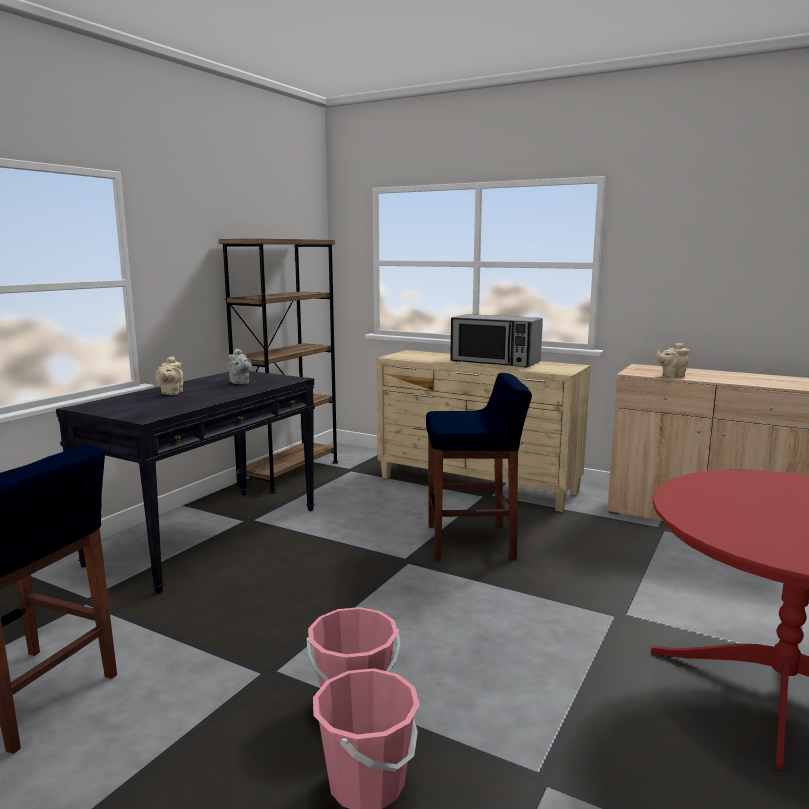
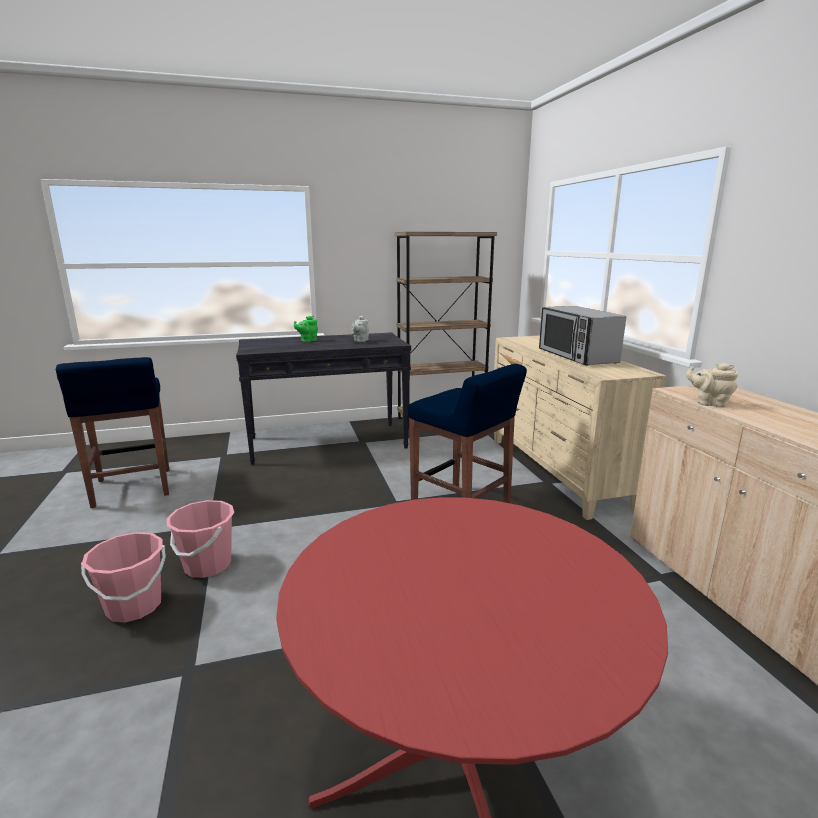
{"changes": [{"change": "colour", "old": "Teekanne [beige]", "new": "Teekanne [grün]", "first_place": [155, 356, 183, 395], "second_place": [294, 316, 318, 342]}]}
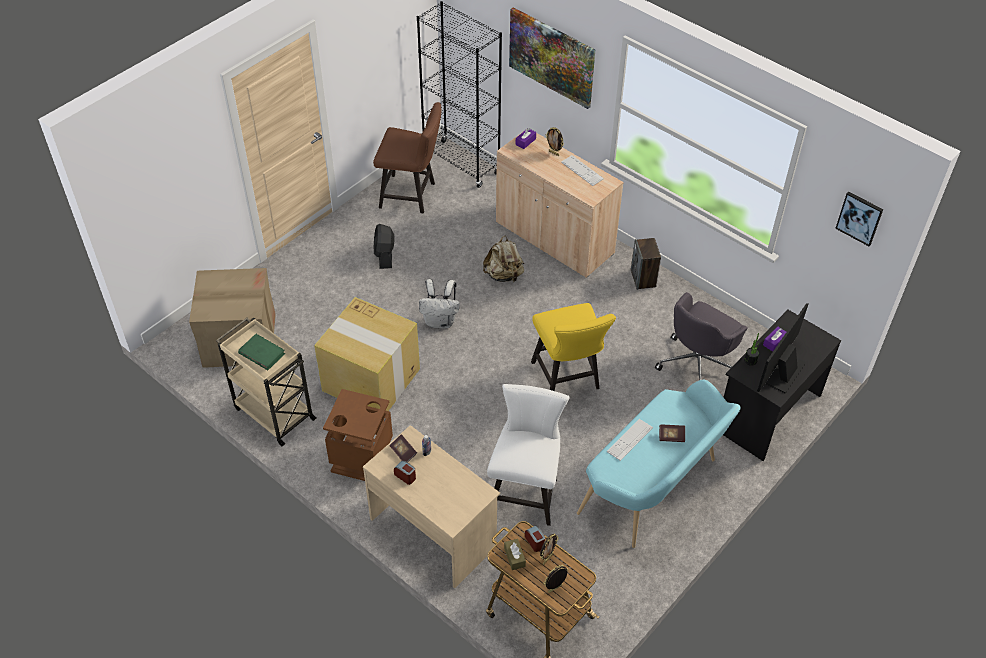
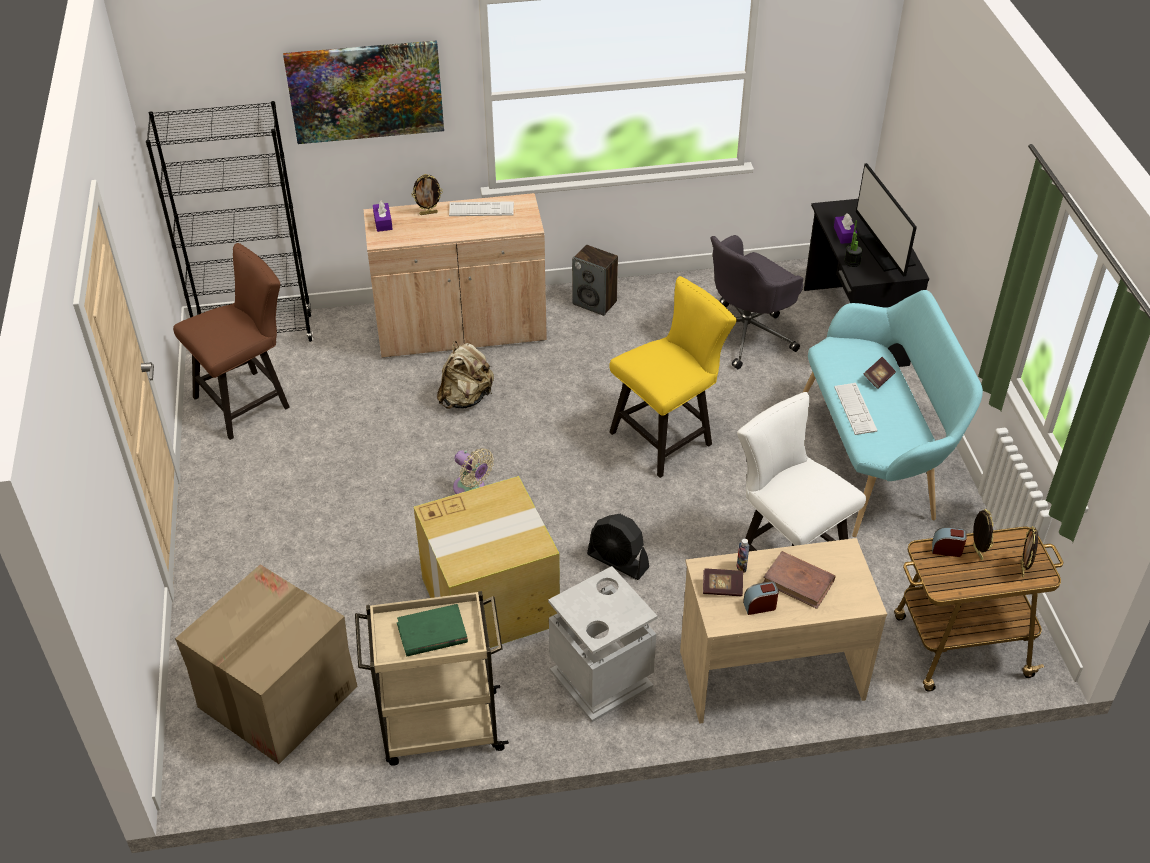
{"changes": [{"change": "colour", "old": "Mülleimer [braun]", "new": "Mülleimer [grau]", "first_place": [323, 389, 393, 481], "second_place": [548, 566, 657, 722]}, {"change": "relocated", "old": "Ventilator [schwarz]", "first_place": [374, 224, 395, 269], "second_place": [587, 514, 649, 580]}, {"change": "exchanged", "old": "Rucksack [weiß]", "new": "Ventilator [beige]", "first_place": [419, 279, 460, 328], "second_place": [453, 448, 494, 494]}, {"change": "missing", "old": "Taschentuchbox [braun]", "first_place": [504, 539, 526, 570]}, {"change": "spun", "old": "Stuhl [gelb]", "first_place": [531, 303, 616, 391], "second_place": [609, 276, 737, 478], "degrees": -60}, {"change": "spun", "old": "Bürostuhl [grau]", "first_place": [655, 292, 748, 380], "second_place": [711, 235, 803, 369], "degrees": 60}, {"change": "missing", "old": "Bild", "first_place": [835, 191, 883, 246]}, {"change": "appeared", "new": "Buch [braun]", "second_place": [763, 551, 836, 609]}]}
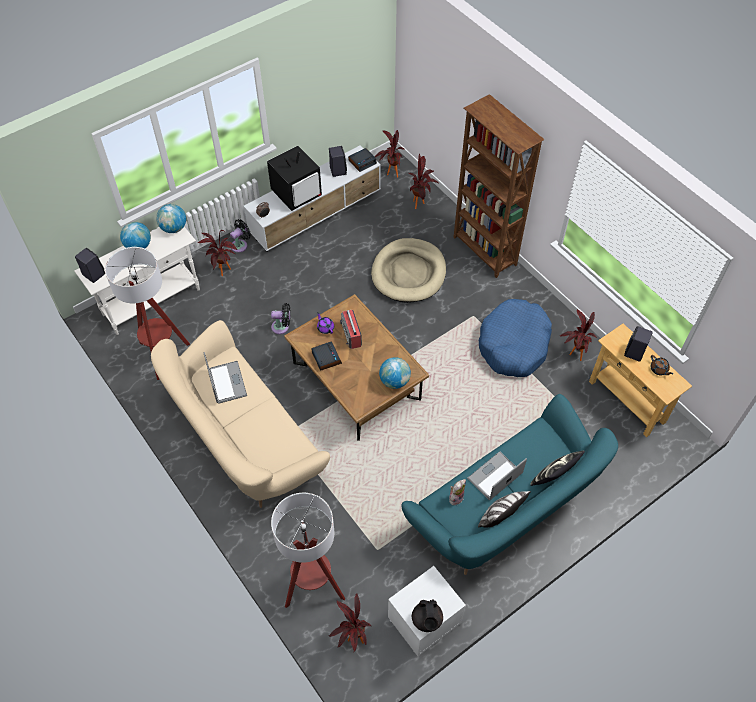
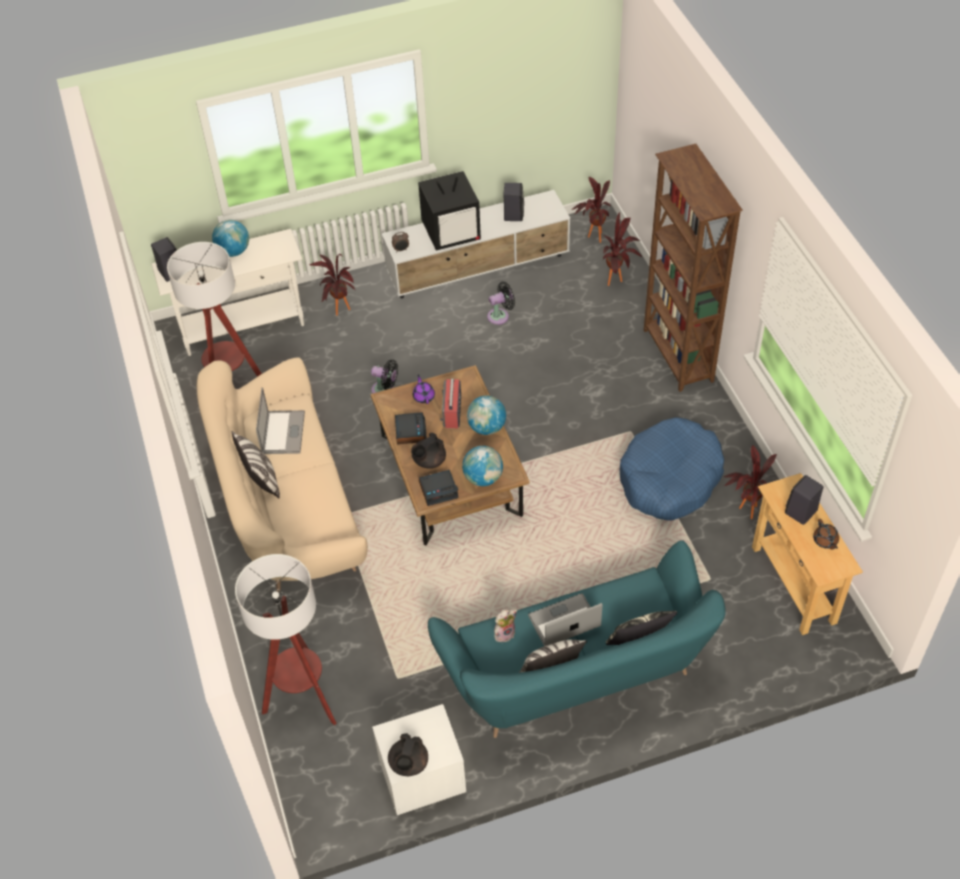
{"changes": [{"change": "relocated", "old": "Globus", "first_place": [156, 204, 186, 233], "second_place": [467, 396, 506, 435]}, {"change": "relocated", "old": "Ventilator [schwarz]", "first_place": [230, 219, 251, 253], "second_place": [487, 282, 515, 325]}, {"change": "missing", "old": "Topfpflanze", "first_place": [329, 593, 371, 652]}, {"change": "relocated", "old": "Wecker", "first_place": [348, 148, 377, 172], "second_place": [419, 470, 459, 506]}, {"change": "missing", "old": "Hundebett [beige]", "first_place": [371, 238, 446, 303]}, {"change": "appeared", "new": "Kissen", "second_place": [232, 431, 280, 498]}, {"change": "appeared", "new": "Teekanne [schwarz]", "second_place": [411, 433, 446, 469]}]}
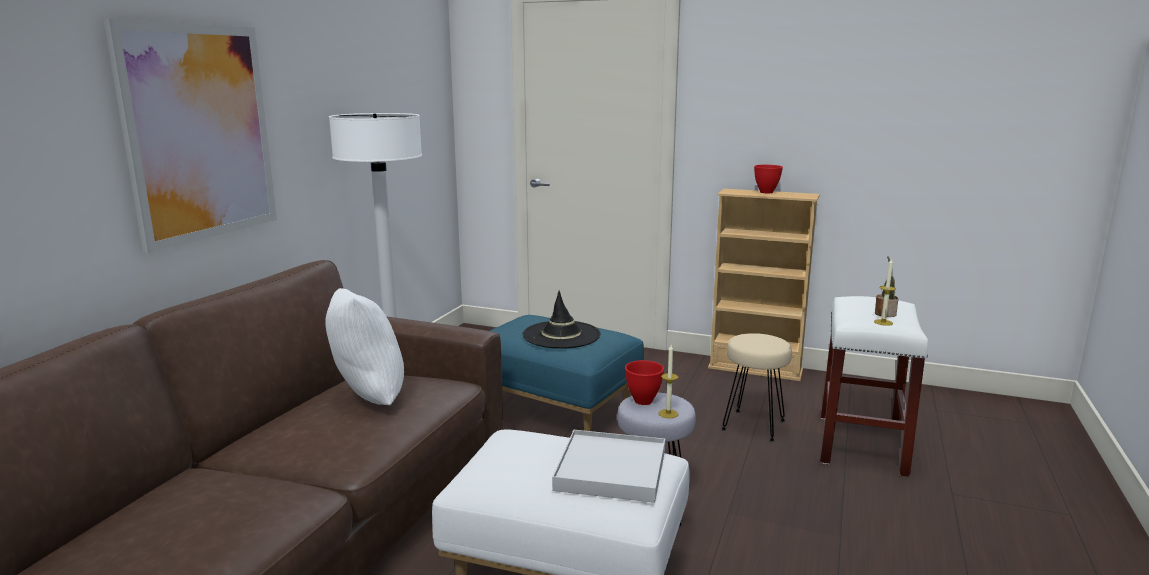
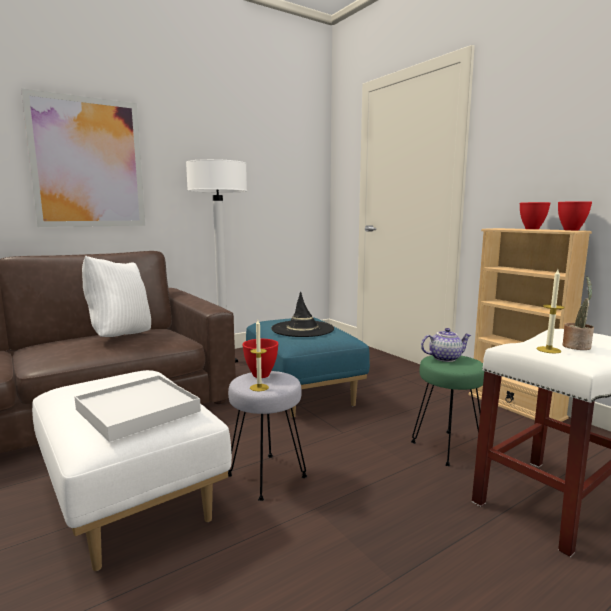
{"changes": [{"change": "colour", "old": "Hocker [beige]", "new": "Hocker [grün]", "first_place": [721, 333, 792, 442], "second_place": [411, 355, 484, 466]}, {"change": "appeared", "new": "Teekanne", "second_place": [421, 328, 471, 362]}, {"change": "appeared", "new": "Schüssel [rot]", "second_place": [558, 201, 592, 230]}]}
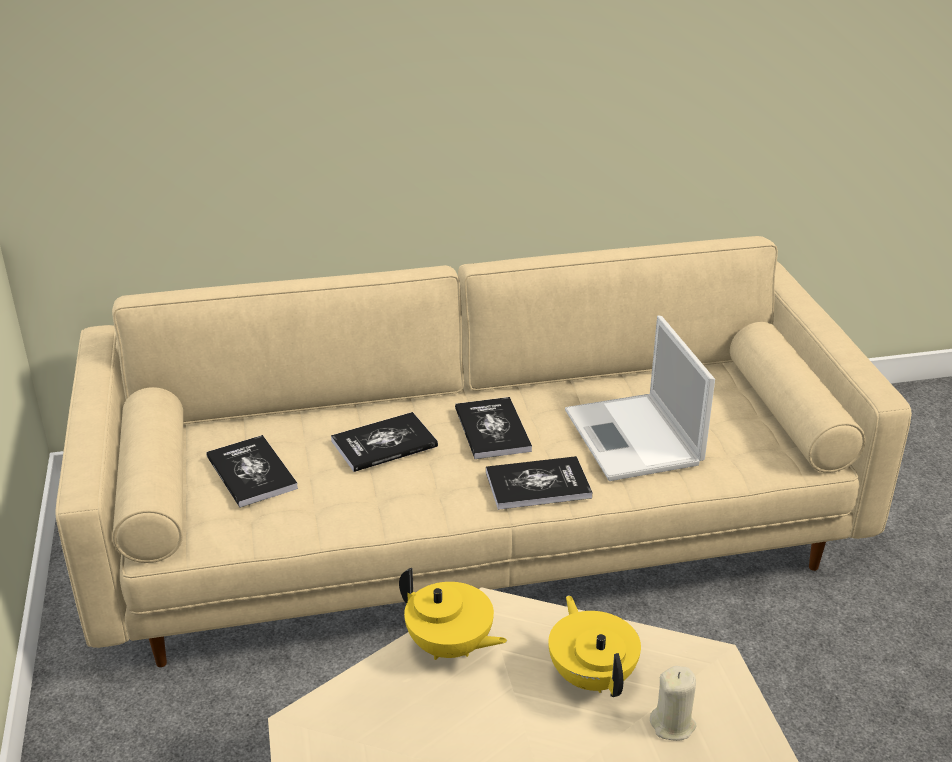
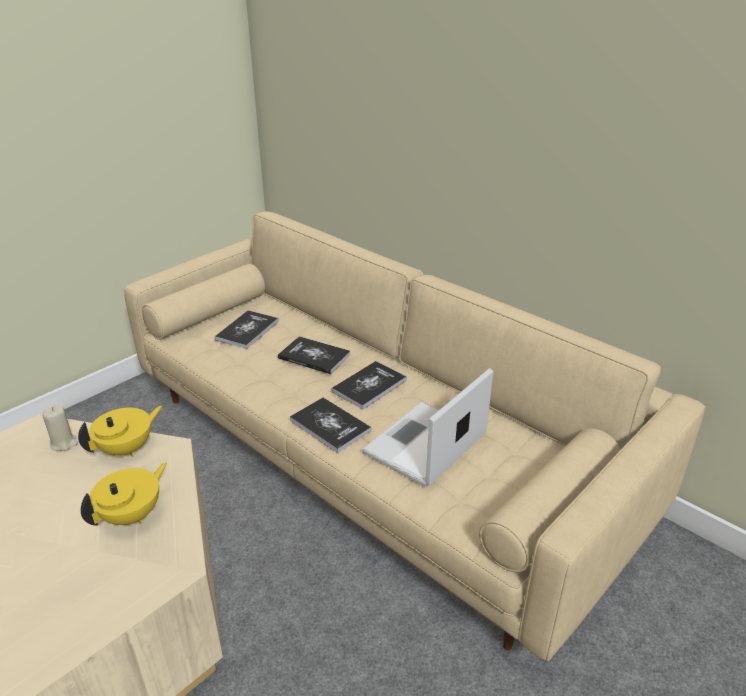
{"changes": [{"change": "spun", "old": "Teekanne [gelb]", "first_place": [399, 568, 507, 660], "second_place": [78, 406, 162, 457], "degrees": -135}, {"change": "relocated", "old": "Kerze [beige]", "first_place": [650, 666, 697, 741], "second_place": [42, 405, 78, 451]}]}
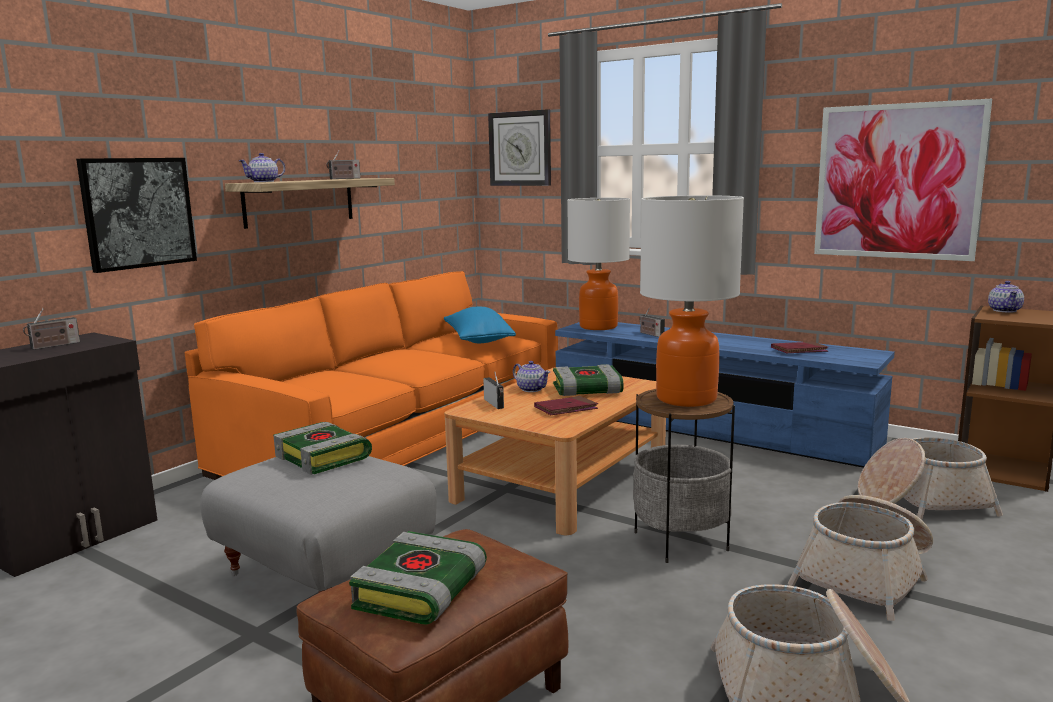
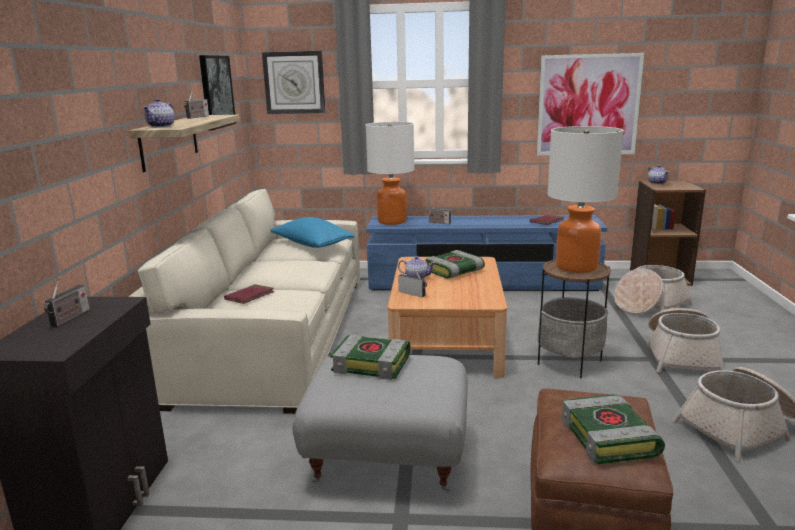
{"changes": [{"change": "relocated", "old": "Bild", "first_place": [76, 158, 197, 273], "second_place": [199, 55, 236, 130]}, {"change": "colour", "old": "Sofa [orange]", "new": "Sofa [beige]", "first_place": [185, 271, 558, 480], "second_place": [128, 189, 360, 414]}, {"change": "relocated", "old": "Buch [rot]", "first_place": [534, 396, 598, 415], "second_place": [224, 284, 274, 304]}]}
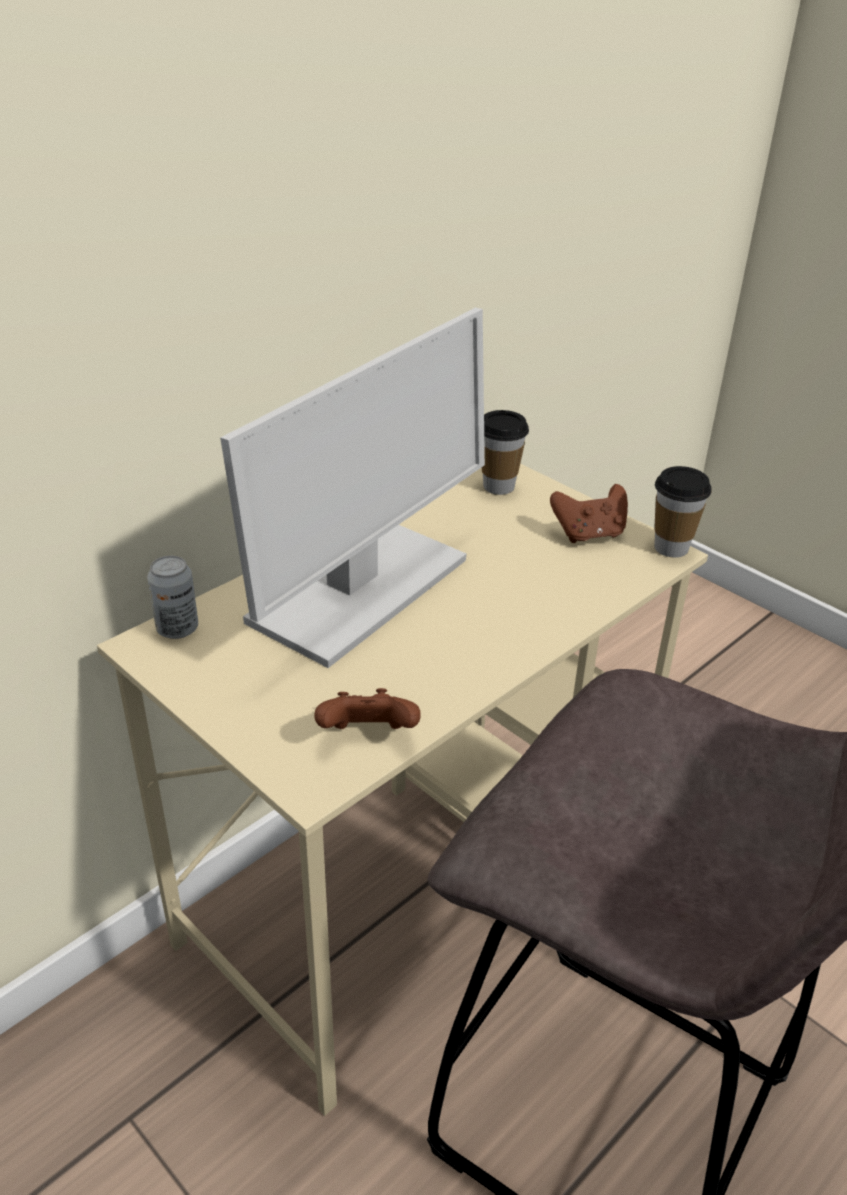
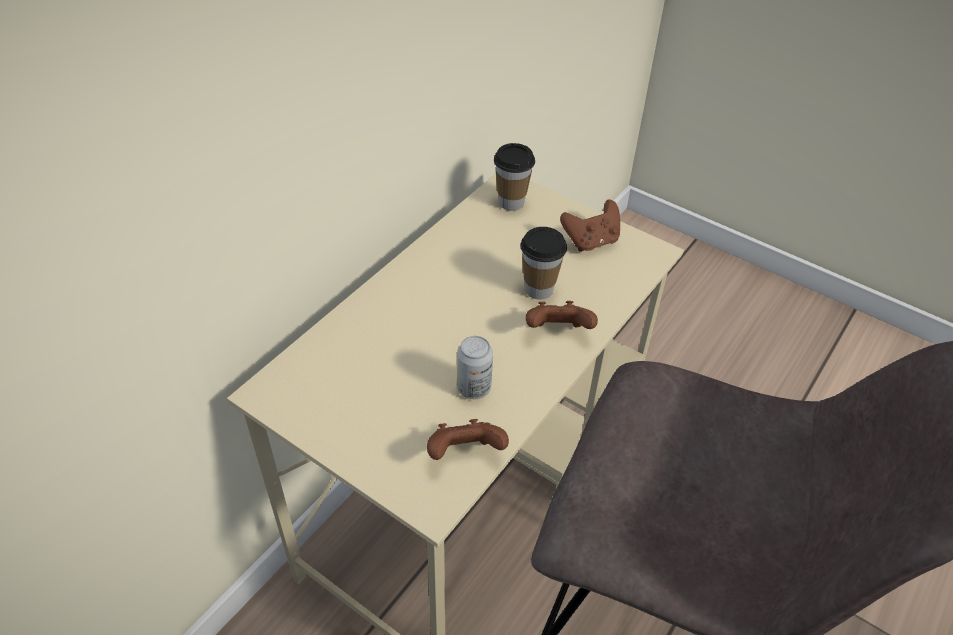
{"changes": [{"change": "relocated", "old": "Dose", "first_place": [147, 556, 198, 639], "second_place": [457, 336, 493, 399]}, {"change": "missing", "old": "Monitor", "first_place": [220, 308, 485, 668]}, {"change": "relocated", "old": "Tasse", "first_place": [654, 466, 711, 558], "second_place": [520, 227, 567, 300]}, {"change": "appeared", "new": "Gamepad [braun]", "second_place": [526, 301, 598, 329]}]}
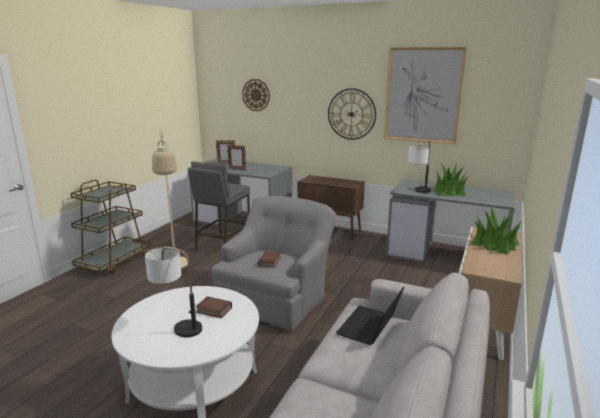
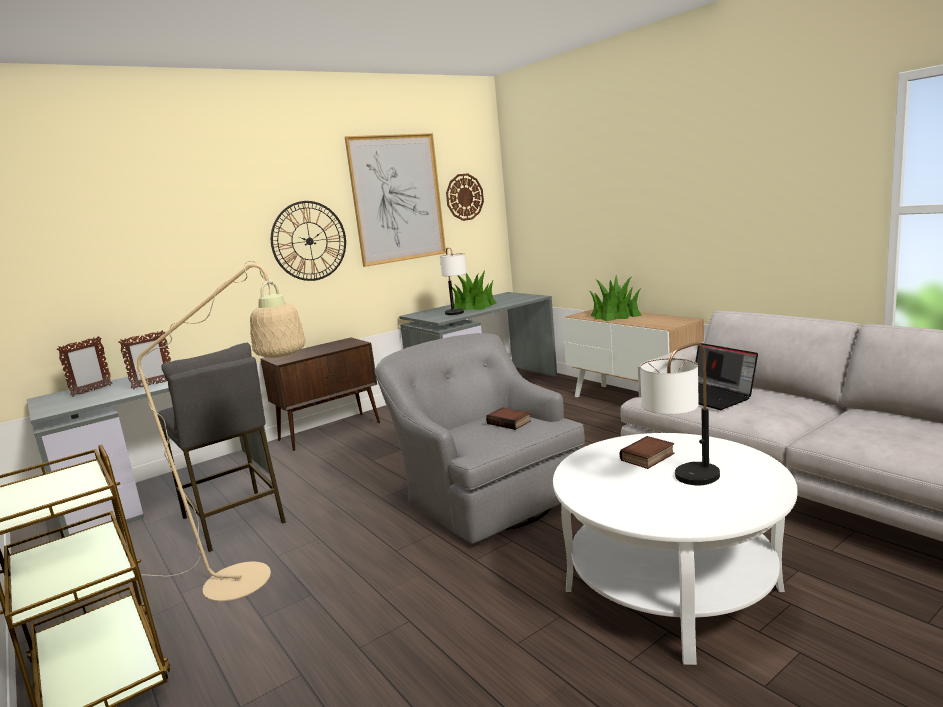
{"changes": [{"change": "relocated", "old": "Wanduhr", "first_place": [242, 79, 270, 111], "second_place": [446, 173, 484, 221]}]}
